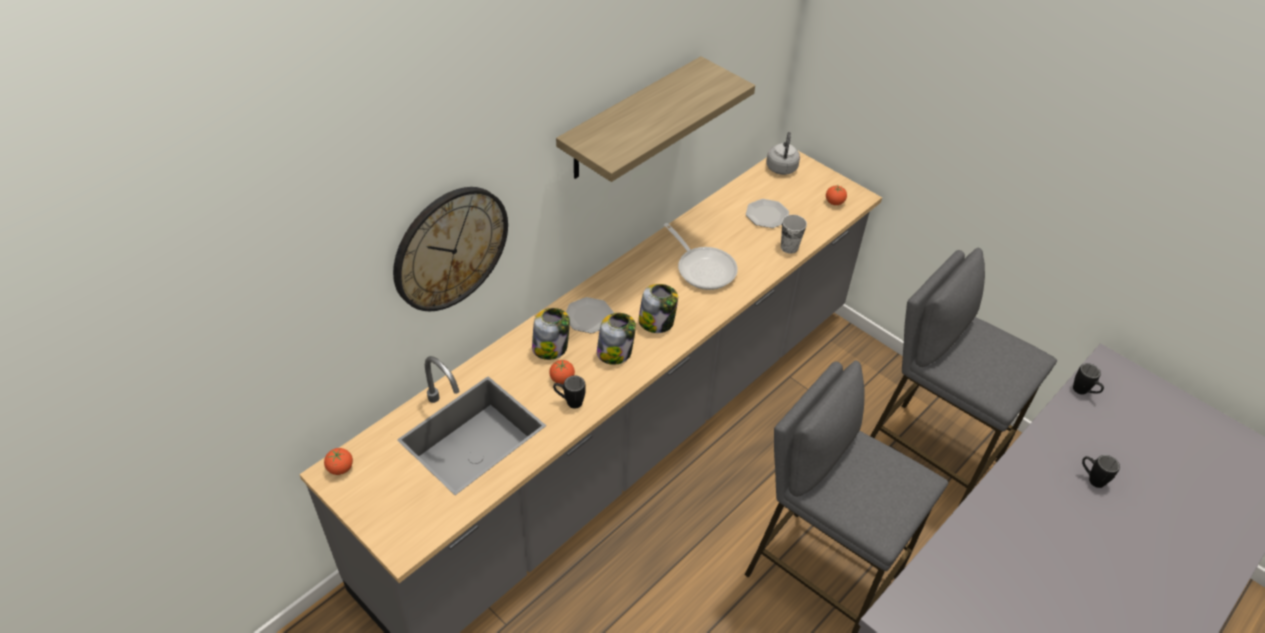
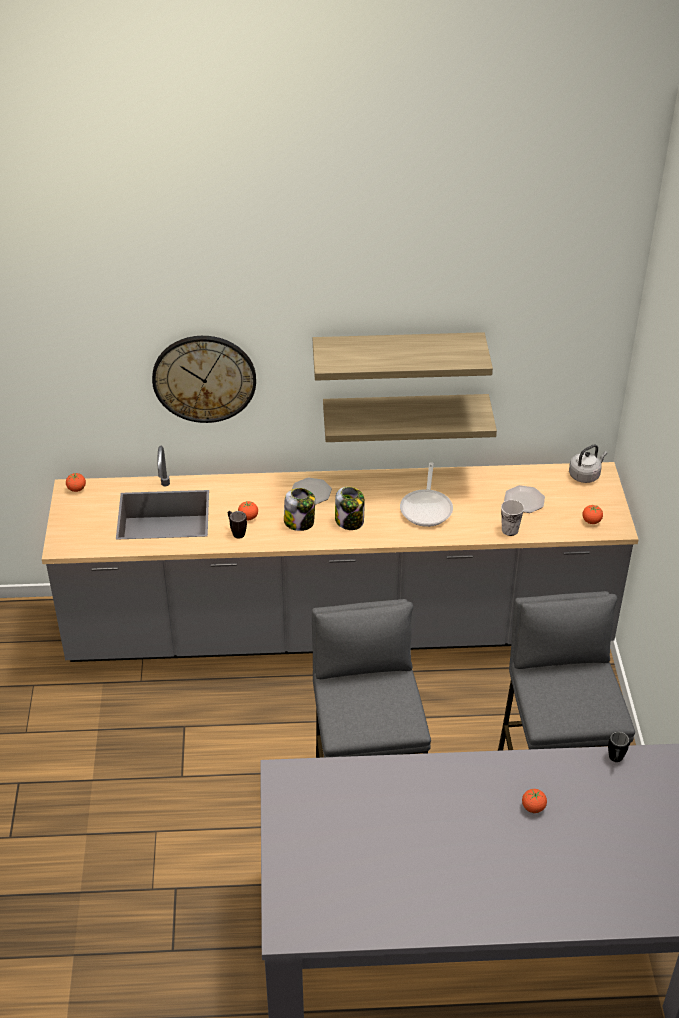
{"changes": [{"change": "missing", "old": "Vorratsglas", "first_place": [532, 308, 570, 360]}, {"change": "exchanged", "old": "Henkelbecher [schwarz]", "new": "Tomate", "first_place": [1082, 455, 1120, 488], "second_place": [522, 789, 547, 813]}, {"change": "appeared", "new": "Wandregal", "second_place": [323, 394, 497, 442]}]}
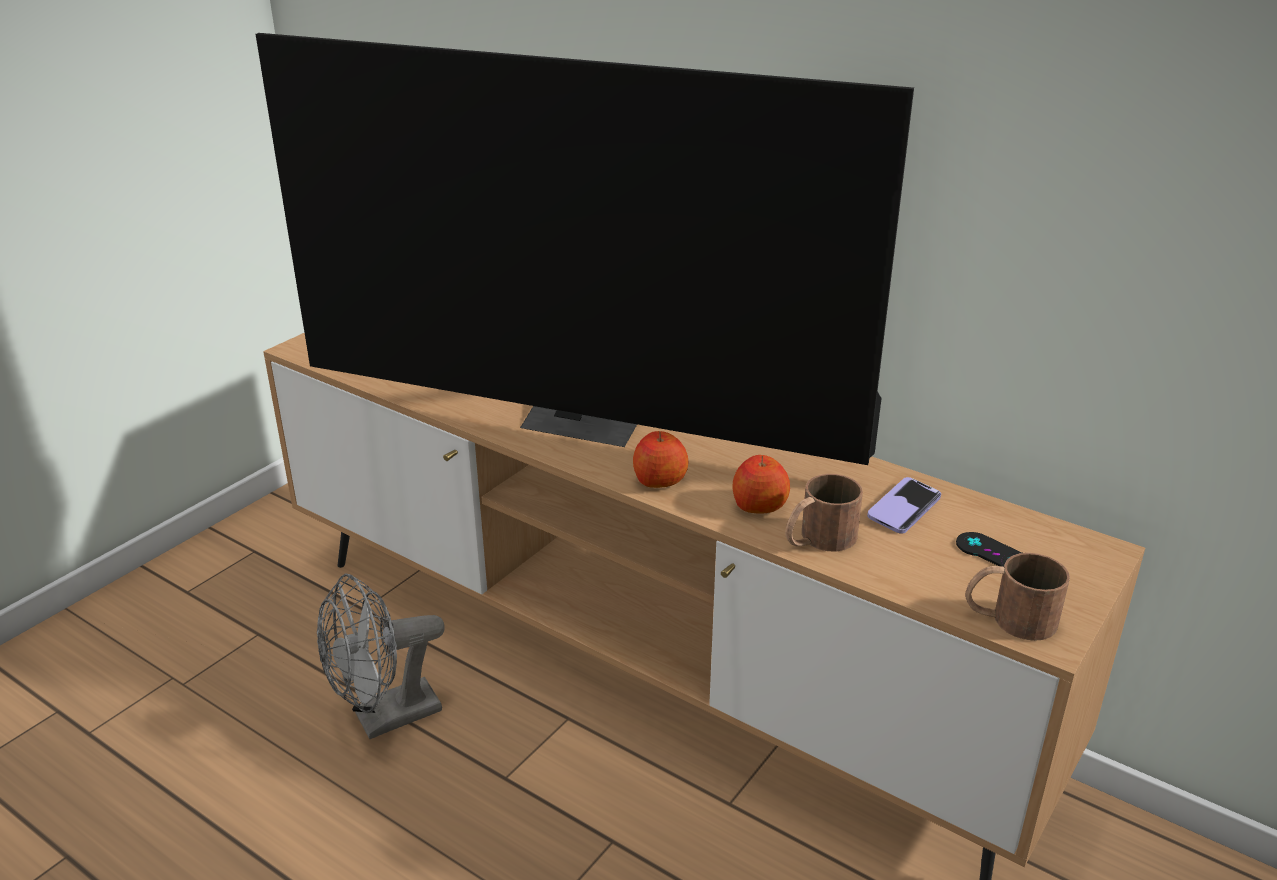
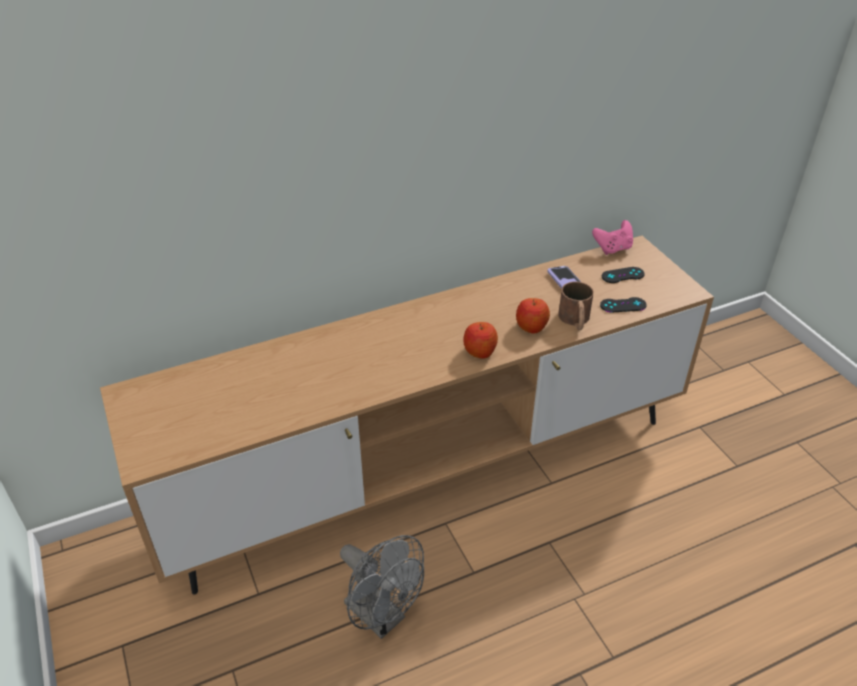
{"changes": [{"change": "missing", "old": "Fernseher", "first_place": [256, 33, 914, 465]}, {"change": "spun", "old": "Ventilator [grau]", "first_place": [317, 573, 445, 739], "second_place": [340, 535, 424, 639], "degrees": -45}, {"change": "missing", "old": "Henkelbecher [braun]", "first_place": [965, 553, 1070, 641]}, {"change": "appeared", "new": "Gamepad [rosa]", "second_place": [592, 220, 633, 255]}, {"change": "appeared", "new": "Gamepad [schwarz]", "second_place": [600, 297, 647, 313]}]}
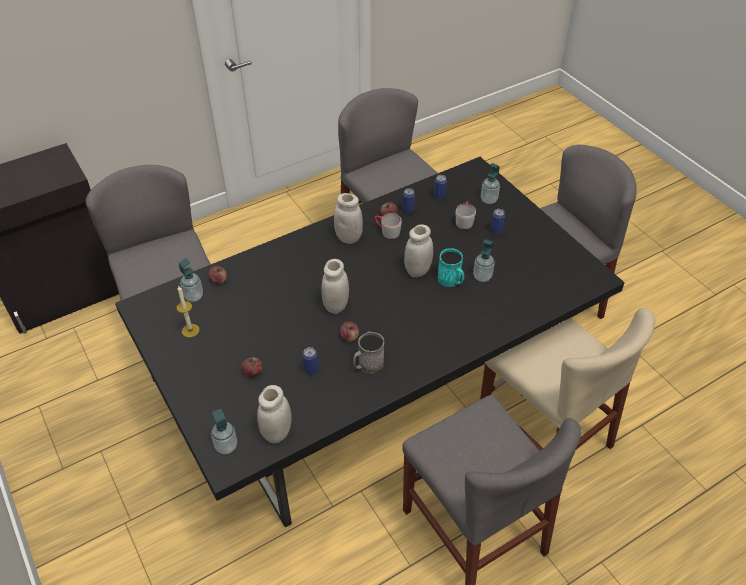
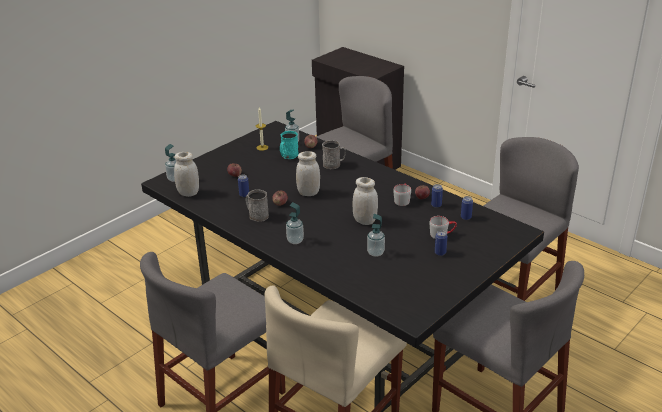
{"changes": [{"change": "missing", "old": "Vorratsglas [weiß]", "first_place": [334, 193, 363, 244]}, {"change": "relocated", "old": "Henkelbecher [türkis]", "first_place": [438, 248, 464, 287], "second_place": [280, 131, 299, 159]}, {"change": "relocated", "old": "Seifenspender", "first_place": [481, 163, 500, 204], "second_place": [286, 202, 304, 244]}, {"change": "appeared", "new": "Henkelbecher [grau]", "second_place": [322, 140, 346, 169]}]}
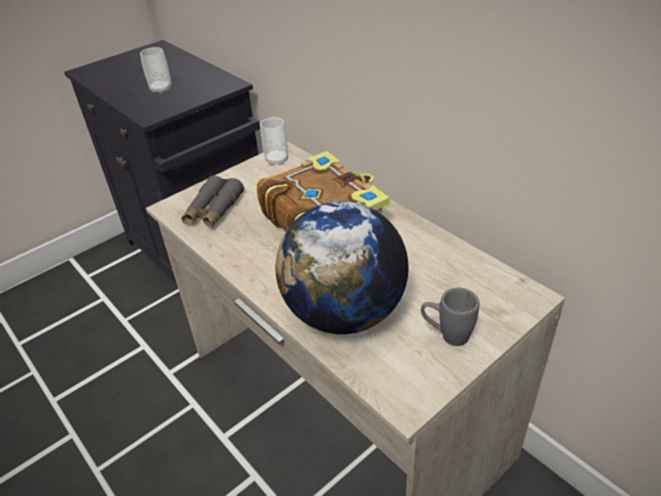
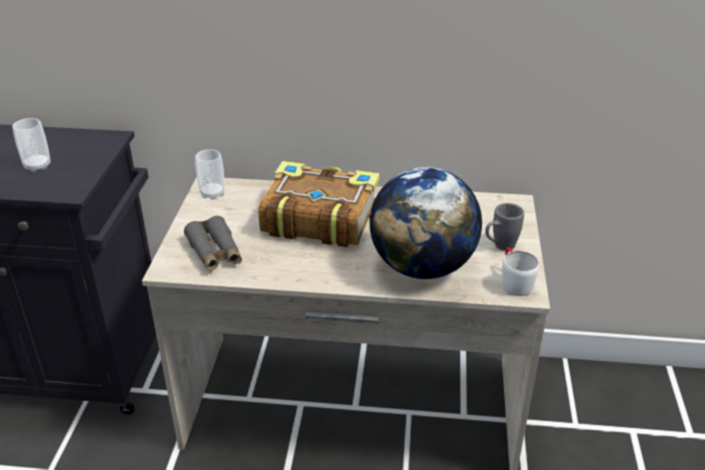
{"changes": [{"change": "appeared", "new": "Henkelbecher [weiß]", "second_place": [502, 247, 540, 296]}]}
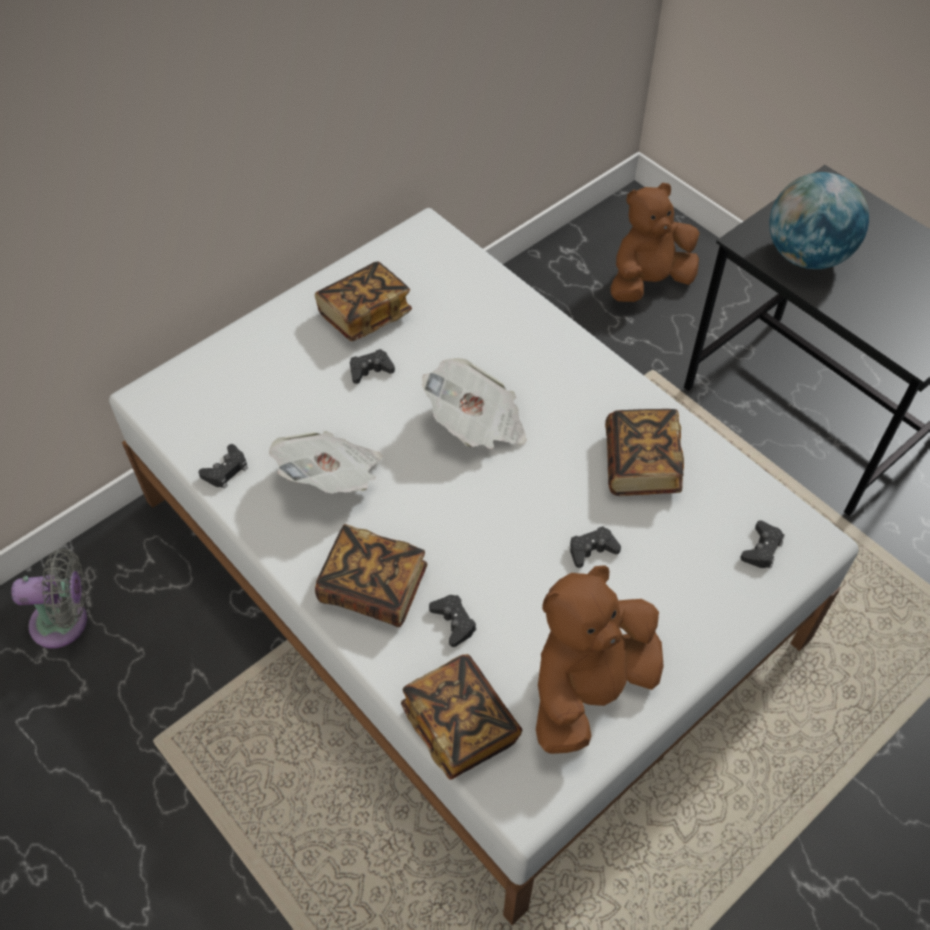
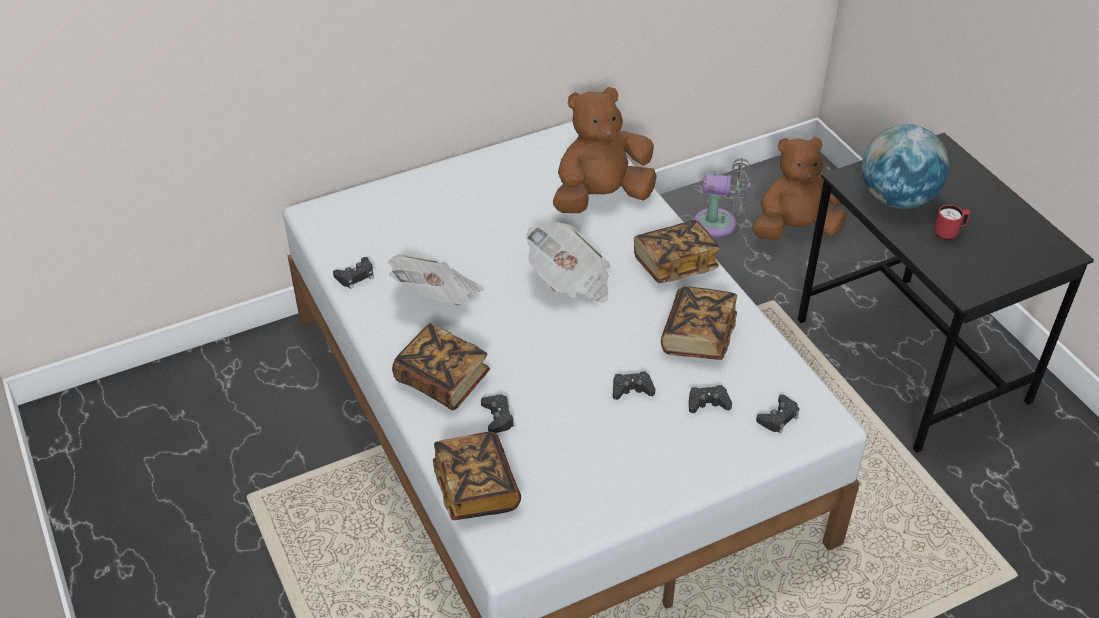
{"changes": [{"change": "relocated", "old": "Ventilator [grau]", "first_place": [11, 548, 87, 648], "second_place": [694, 158, 750, 238]}, {"change": "relocated", "old": "Buch", "first_place": [315, 261, 412, 341], "second_place": [634, 220, 720, 283]}, {"change": "relocated", "old": "Gamepad [schwarz]", "first_place": [350, 349, 395, 384], "second_place": [689, 385, 732, 413]}, {"change": "relocated", "old": "Plüschtier [braun]", "first_place": [536, 565, 664, 754], "second_place": [553, 87, 657, 213]}, {"change": "appeared", "new": "Henkelbecher [rot]", "second_place": [934, 205, 971, 240]}]}
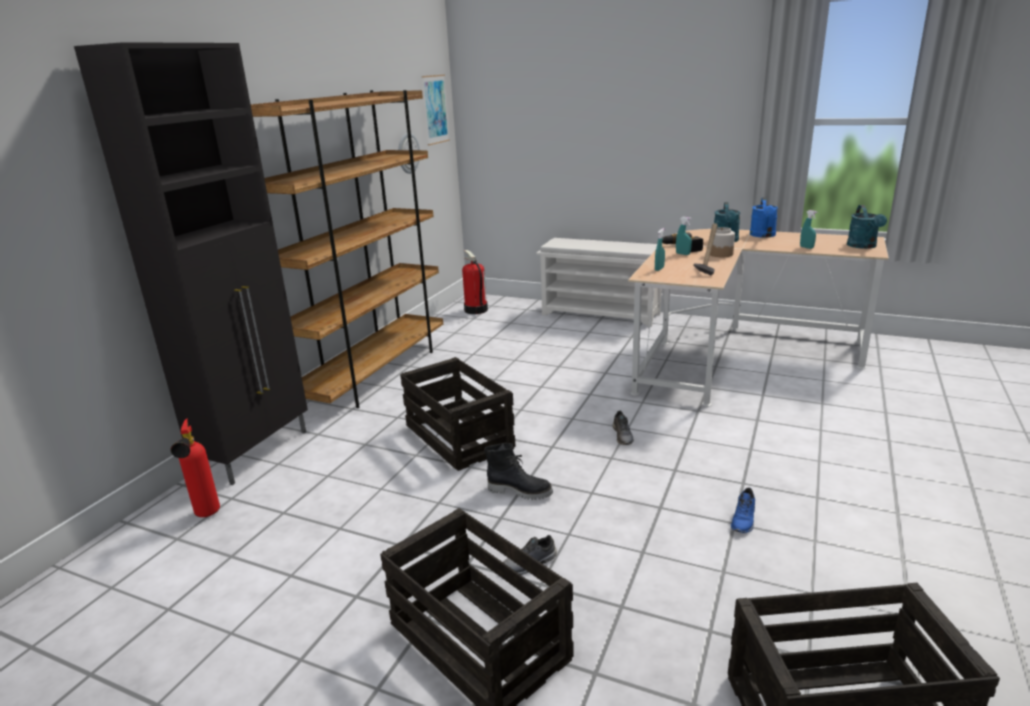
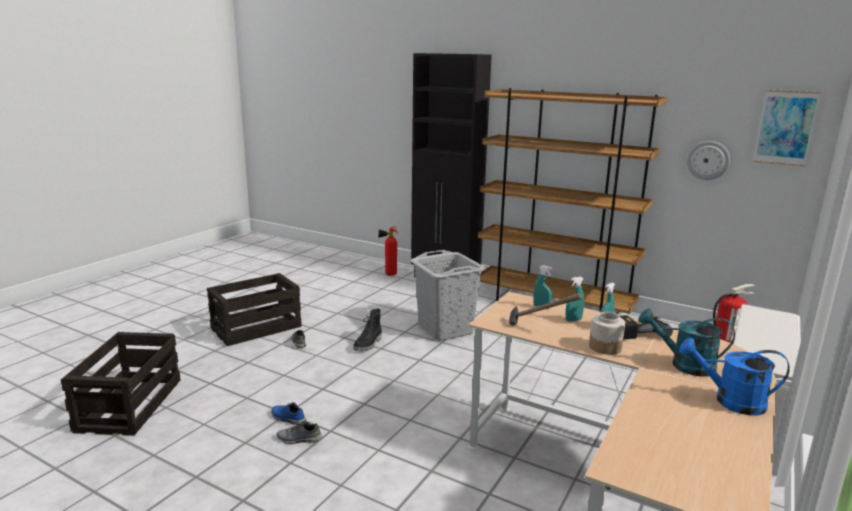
{"changes": [{"change": "exchanged", "old": "Kiste", "new": "Wäschekorb [grau]", "first_place": [400, 357, 516, 471], "second_place": [410, 250, 486, 341]}, {"change": "relocated", "old": "Schuh [grau]", "first_place": [613, 411, 634, 445], "second_place": [276, 421, 322, 444]}, {"change": "relocated", "old": "Sprühflasche [türkis]", "first_place": [800, 210, 817, 249], "second_place": [565, 277, 584, 322]}, {"change": "missing", "old": "Gießkanne [türkis]", "first_place": [847, 205, 887, 249]}]}
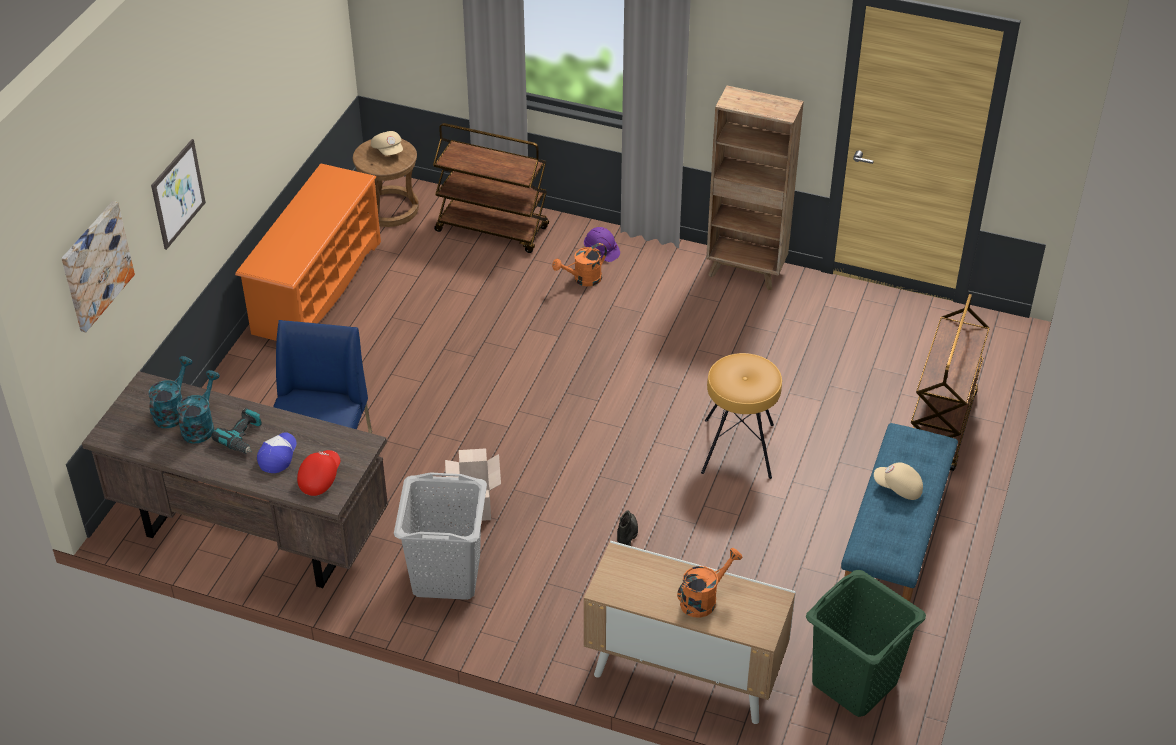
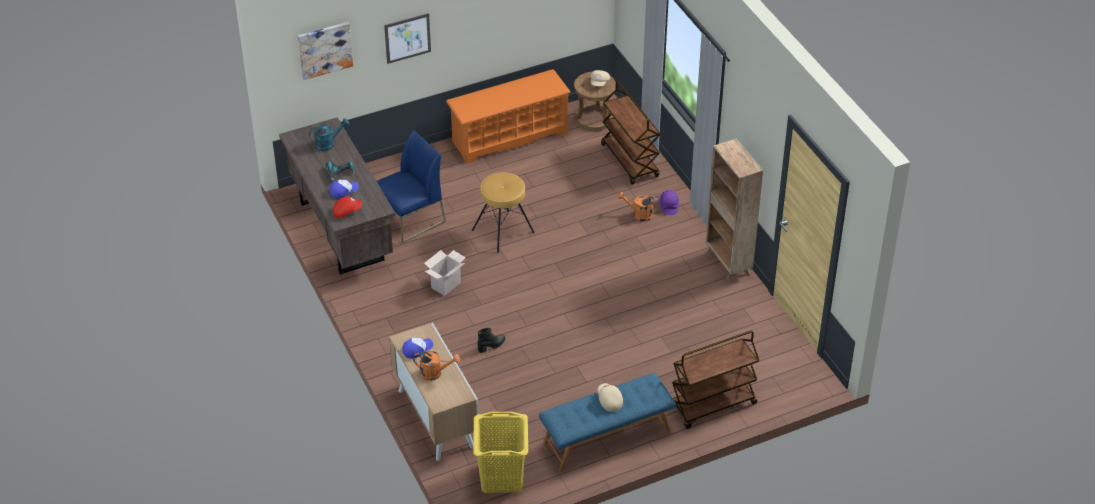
{"changes": [{"change": "missing", "old": "Gießkanne [türkis]", "first_place": [177, 370, 220, 444]}, {"change": "missing", "old": "Wäschekorb [grau]", "first_place": [394, 472, 487, 600]}, {"change": "relocated", "old": "Hocker [braun]", "first_place": [701, 353, 782, 479], "second_place": [472, 173, 534, 253]}, {"change": "colour", "old": "Wäschekorb [grün]", "new": "Wäschekorb [gelb]", "first_place": [806, 570, 926, 717], "second_place": [473, 412, 528, 493]}, {"change": "appeared", "new": "Kappe", "second_place": [402, 338, 433, 359]}]}
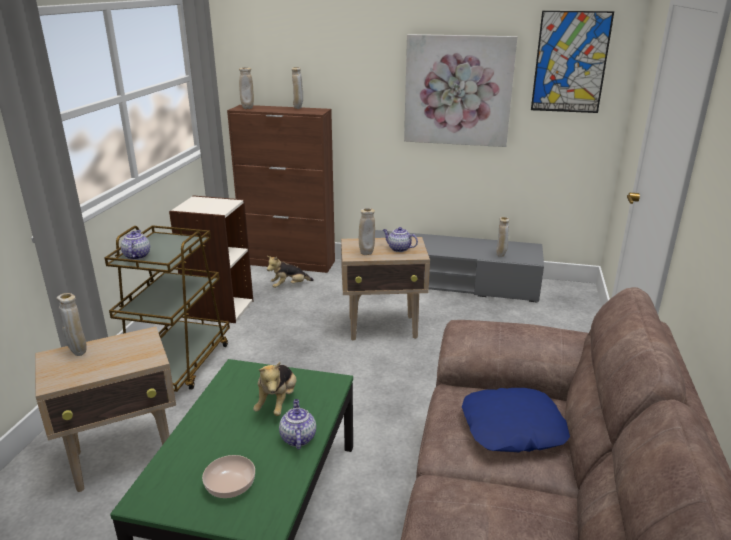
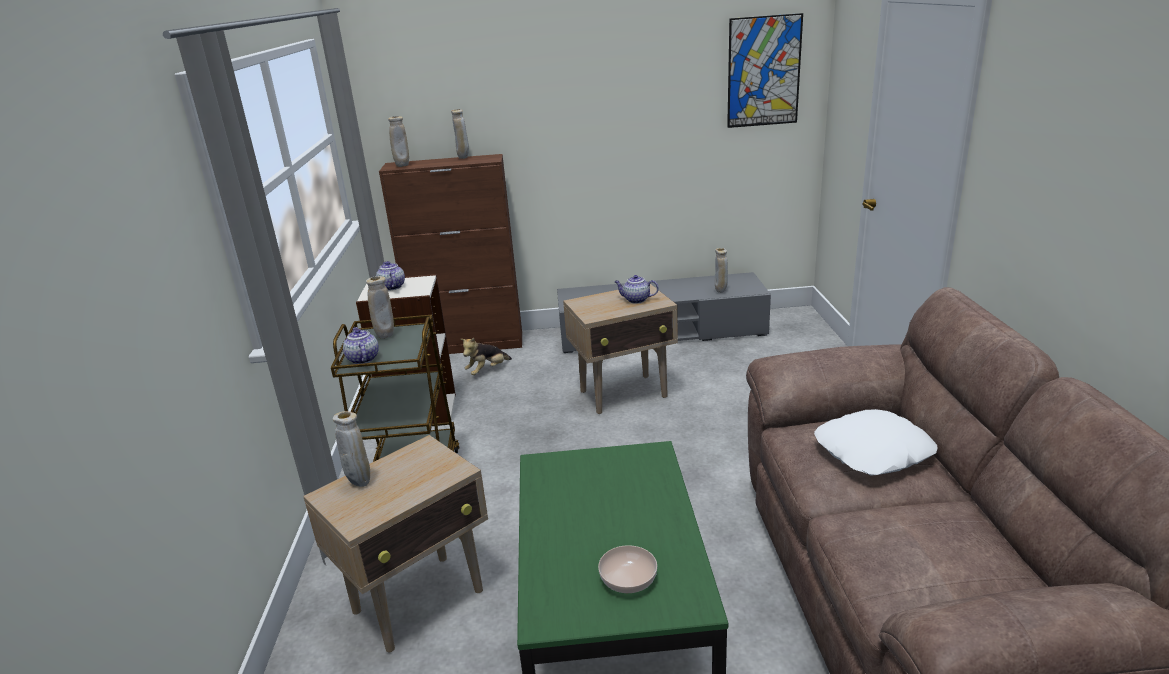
{"changes": [{"change": "missing", "old": "Plüschtier", "first_place": [253, 362, 297, 416]}, {"change": "relocated", "old": "Teekanne", "first_place": [279, 399, 316, 449], "second_place": [376, 261, 405, 291]}, {"change": "relocated", "old": "Vase [beige]", "first_place": [359, 208, 375, 255], "second_place": [366, 276, 394, 339]}, {"change": "missing", "old": "Bild", "first_place": [404, 34, 517, 147]}, {"change": "colour", "old": "Kissen [blau]", "new": "Kissen [weiß]", "first_place": [462, 388, 570, 452], "second_place": [814, 409, 938, 476]}]}
